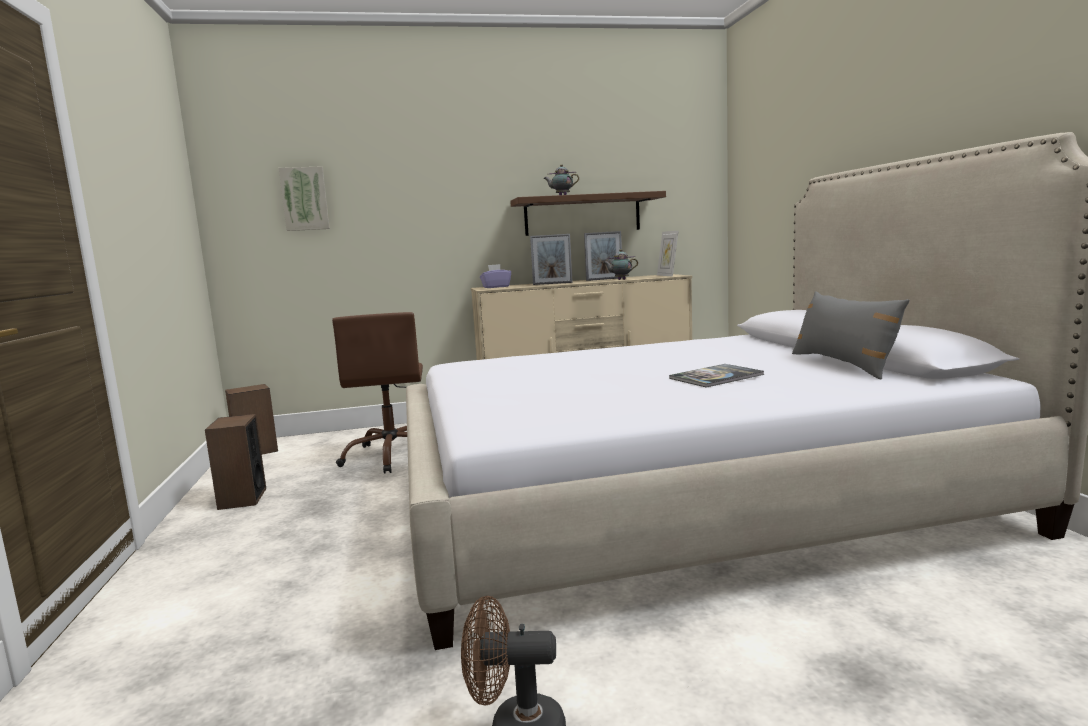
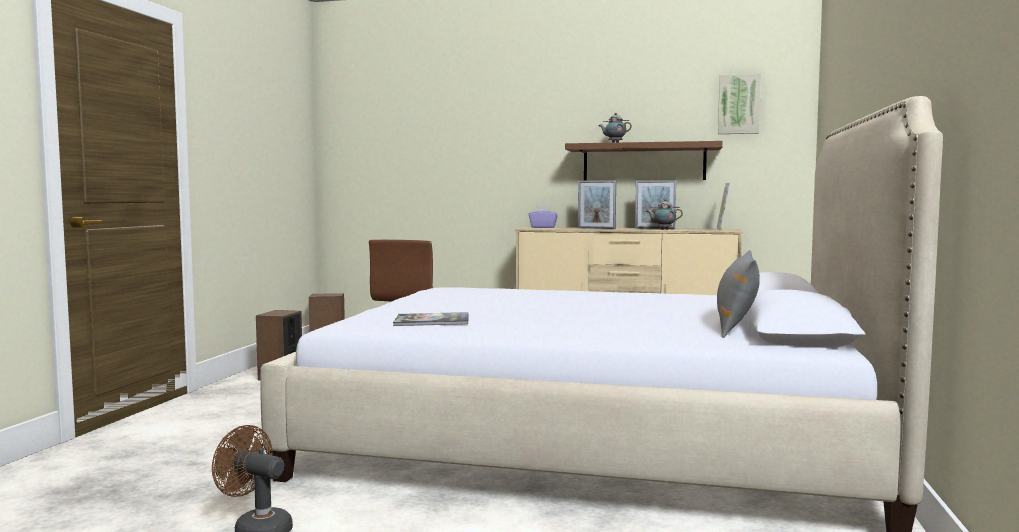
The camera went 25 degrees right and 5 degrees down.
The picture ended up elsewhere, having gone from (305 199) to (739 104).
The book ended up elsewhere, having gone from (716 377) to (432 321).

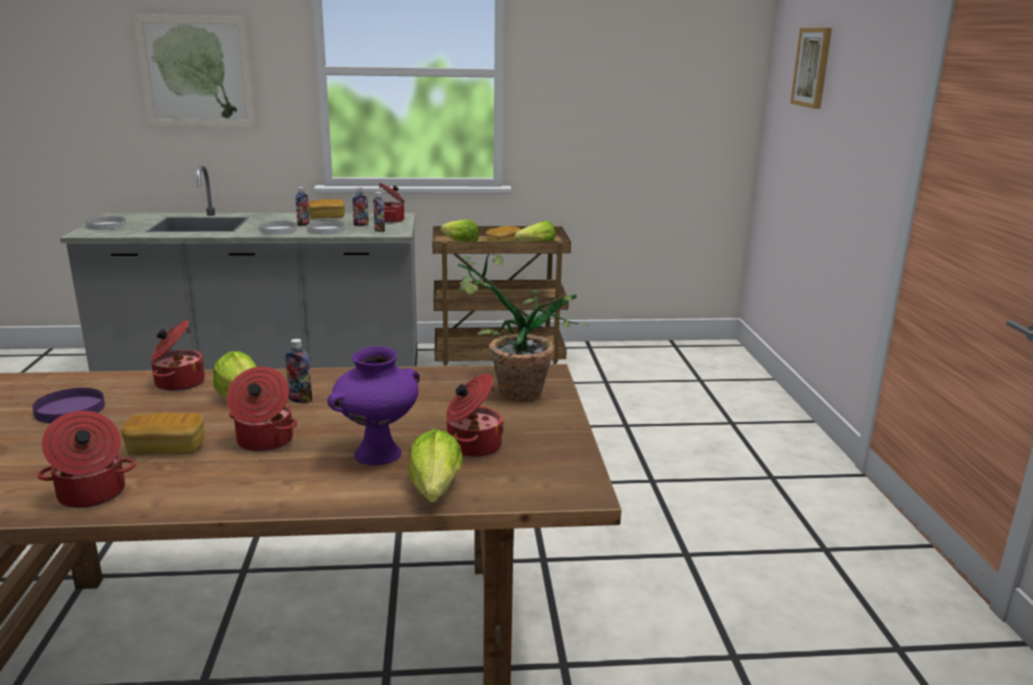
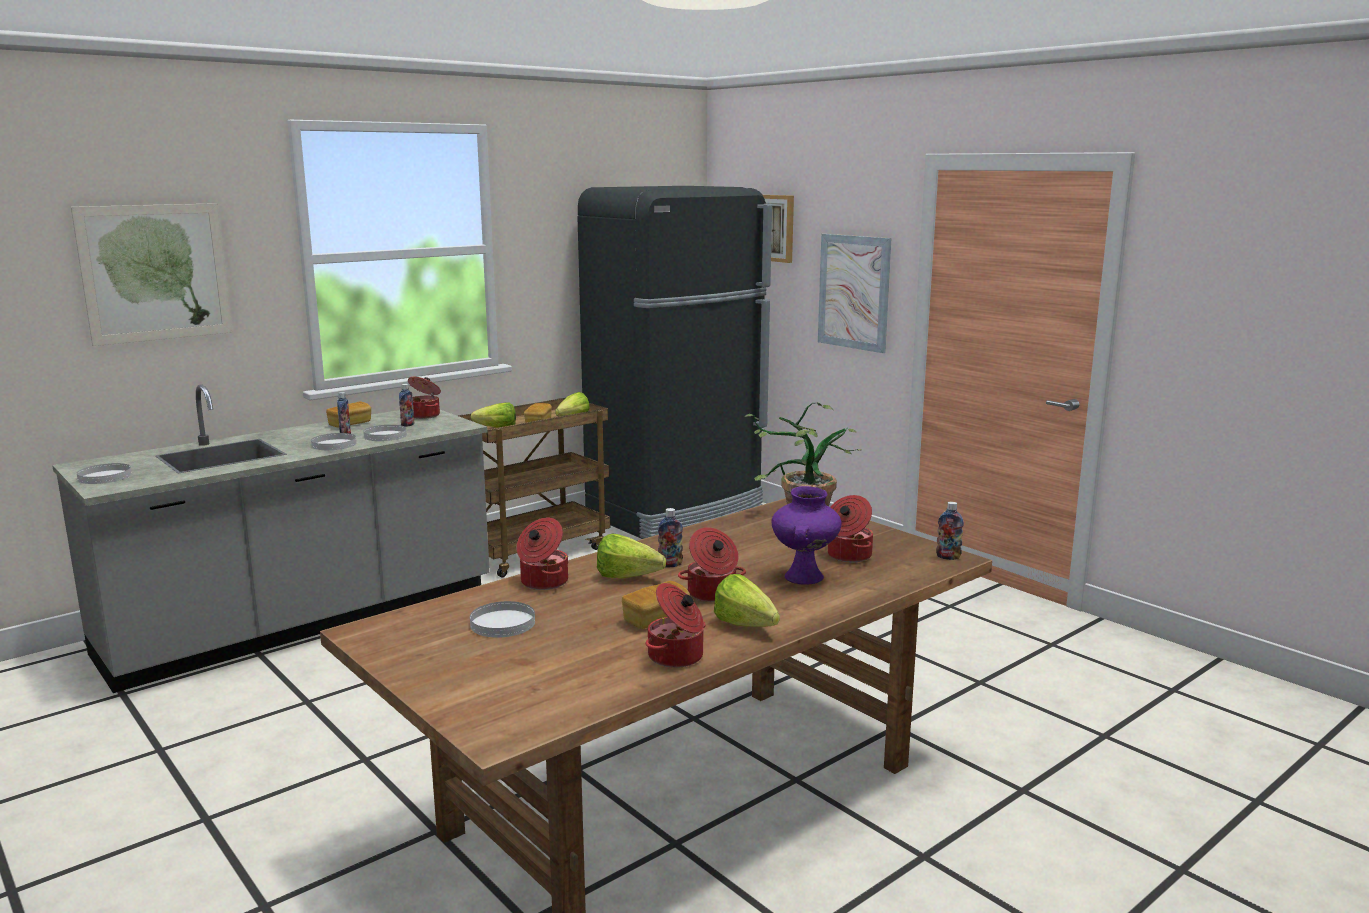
The camera went 35 degrees left and 5 degrees down.
The second view gained the black fridge at (676 514).
The second view gained the picture at (854 292).
The bottle ended up elsewhere, having gone from (379 230) to (948 557).
The lettuce ended up elsewhere, having gone from (433 495) to (748 628).
What was the purple plate at (69 409) turned into the white plate at (502 623).

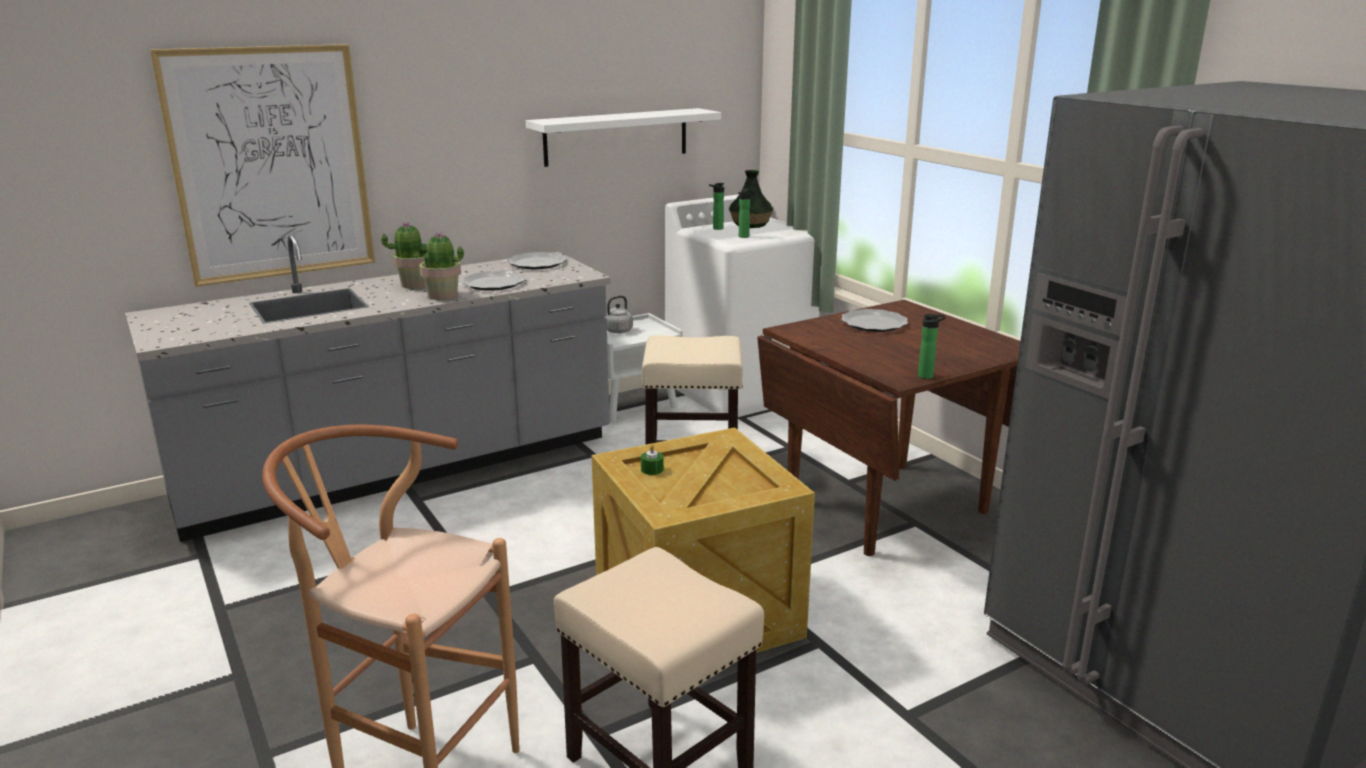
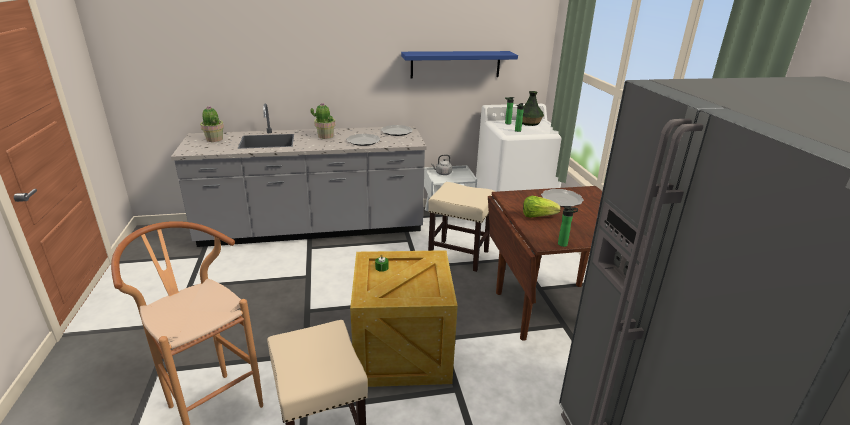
The camera went 20 degrees right and 5 degrees up.
The second view lost the picture at (271 164).
The second view gained the lettuce at (537 216).
The potted plant ended up elsewhere, having gone from (443 296) to (214 139).
What was the white shelf at (616 136) turned into the blue shelf at (455 64).

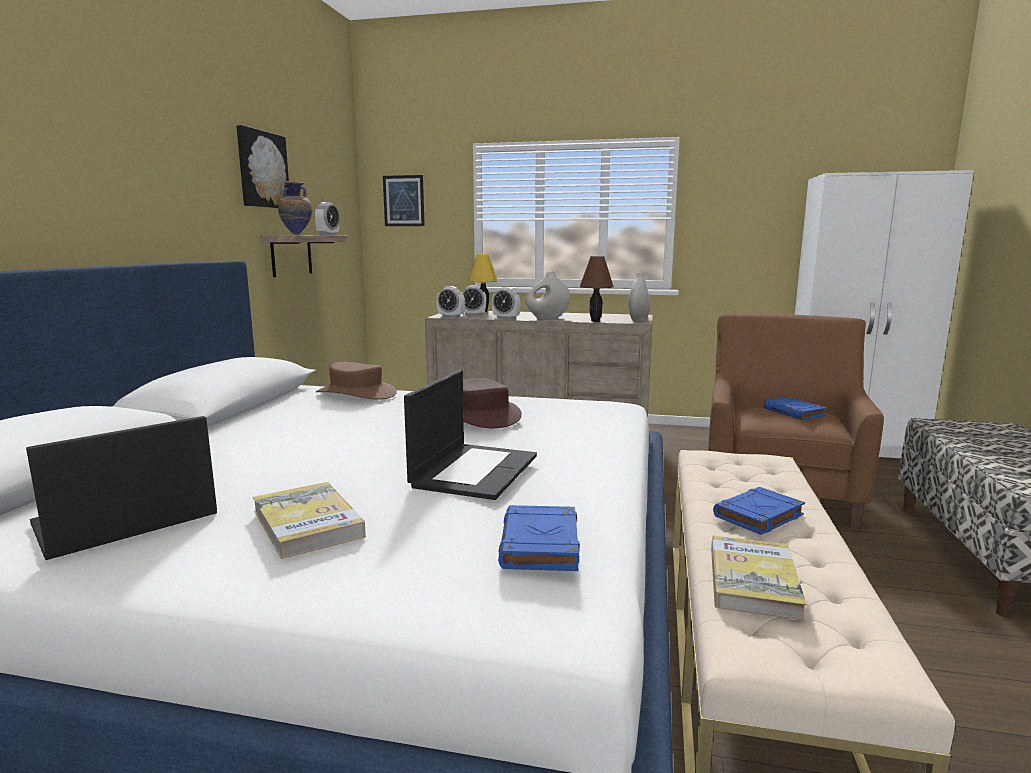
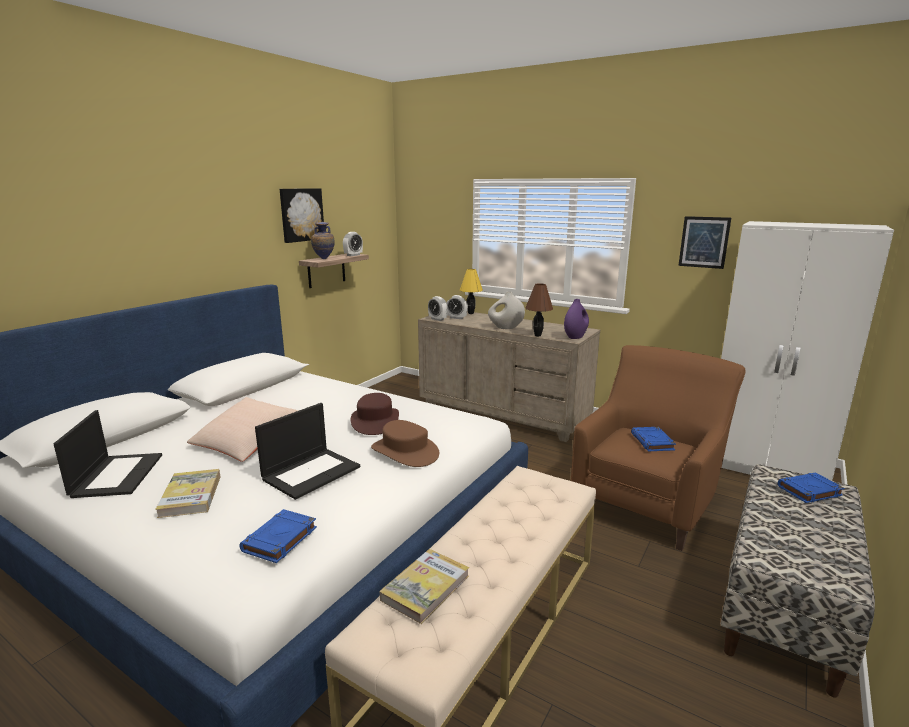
The camera went 20 degrees right and 5 degrees up.
The second view lost the alarm clock at (506 318).
The second view gained the beige pillow at (246 441).
The brown hat ended up elsewhere, having gone from (356 393) to (405 451).
The picture ended up elsewhere, having gone from (403 201) to (704 242).
The blue book ended up elsewhere, having gone from (758 516) to (809 491).
What was the white vase at (638 320) turned into the purple vase at (575 337).
The laptop at (124 521) ended up facing another way, 105 degrees clockwise from before.

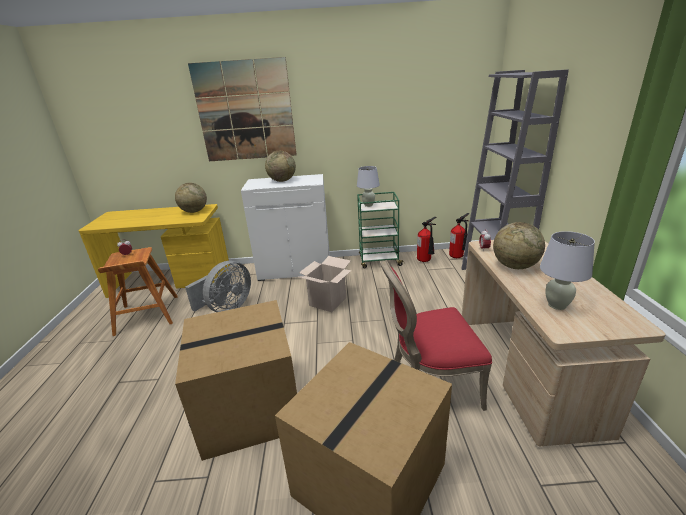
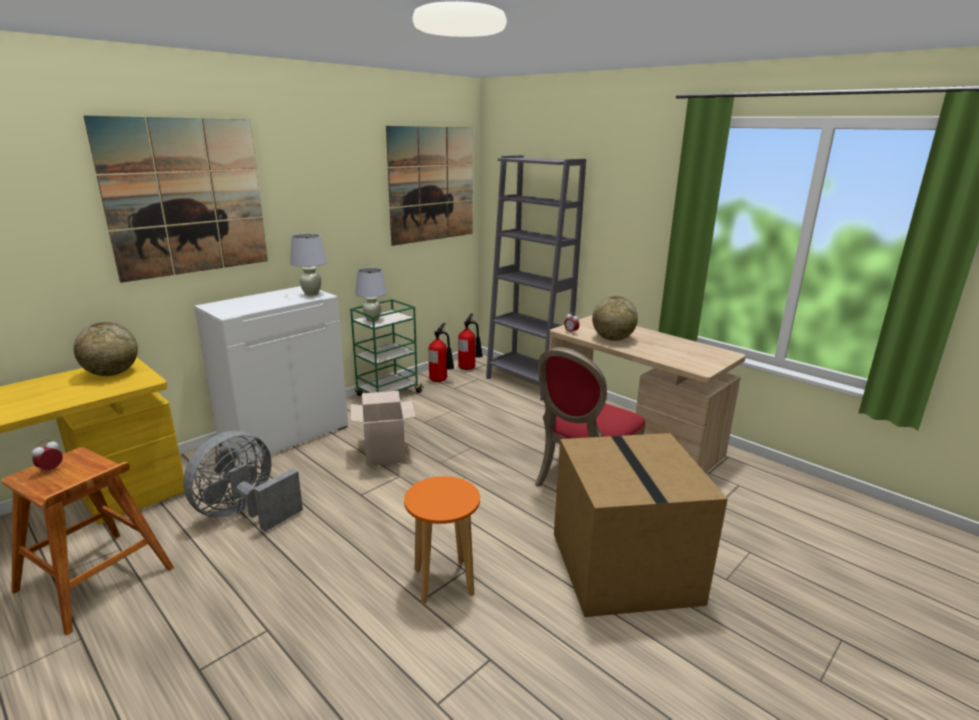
The camera went 45 degrees left and 5 degrees down.
The second view lost the globe at (282 181).
The second view gained the picture at (432 184).
The white table lamp ended up elsewhere, having gone from (557 305) to (312 294).
Where the cardboard box stood at (251 406), the orange stool came to stand at (443 582).
The grey fan at (226 308) ended up facing another way, 135 degrees counterclockwise from before.

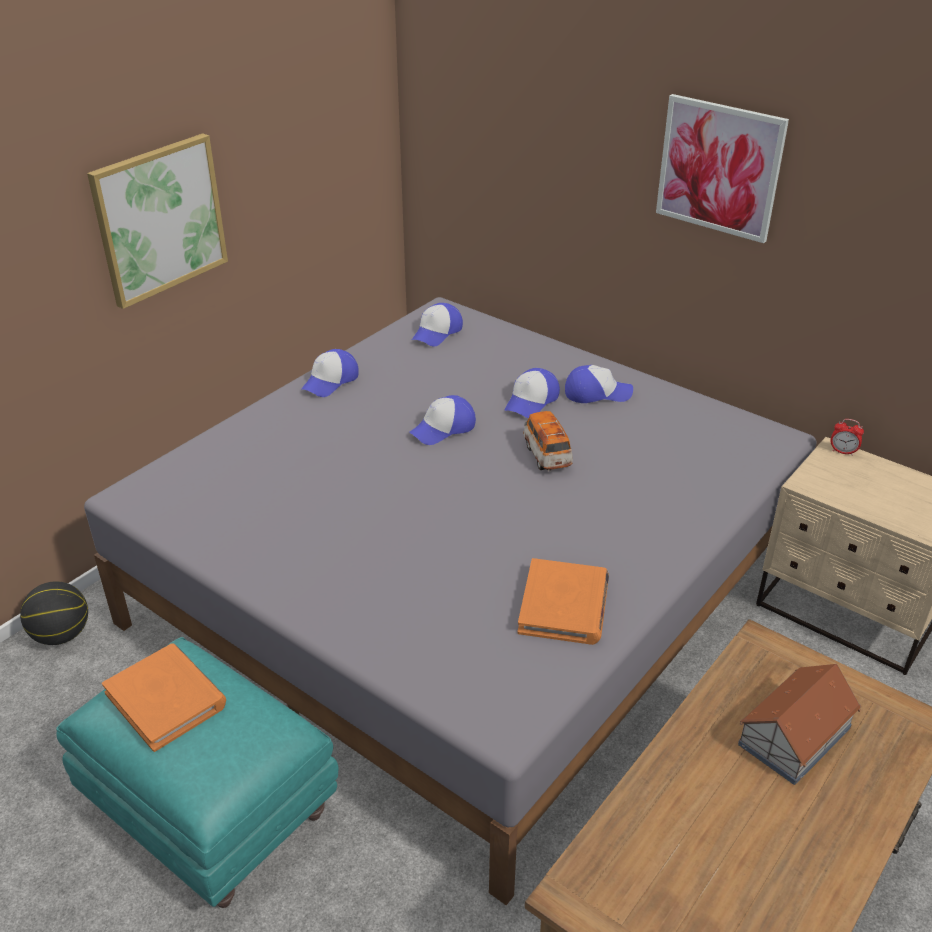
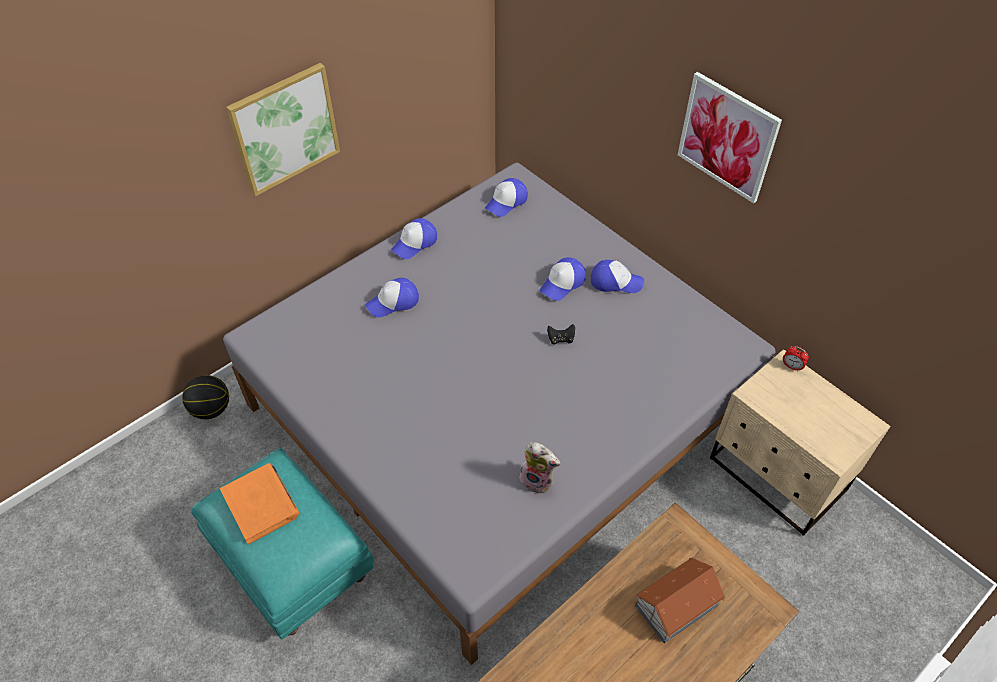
The camera went 10 degrees right and 15 degrees up.
The cap ended up elsewhere, having gone from (443 428) to (393 302).
Where the orange book stood at (564 605), the plush toy came to stand at (538 480).
Where the toy car stood at (547 455), the black game controller came to stand at (561 339).

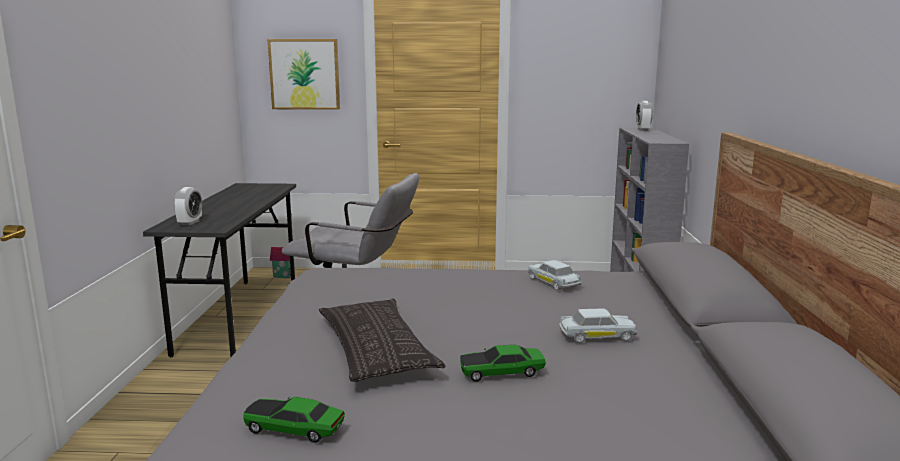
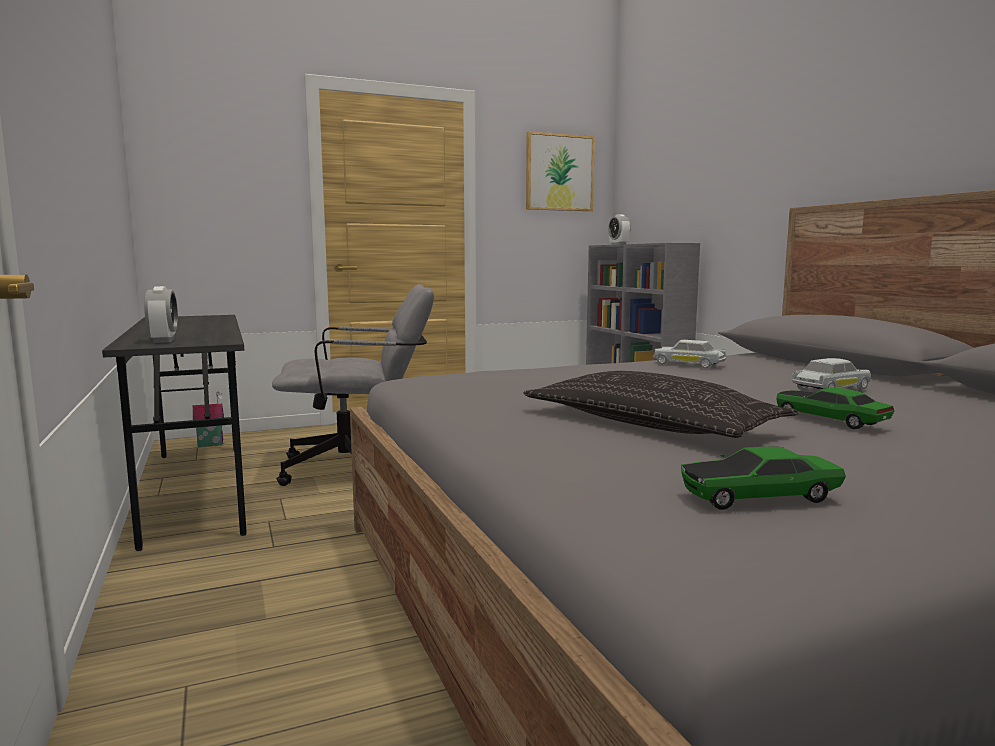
The camera went 25 degrees left and 5 degrees down.
The picture ended up elsewhere, having gone from (304 74) to (559 172).
The toy car at (501 372) ended up facing another way, 90 degrees clockwise from before.

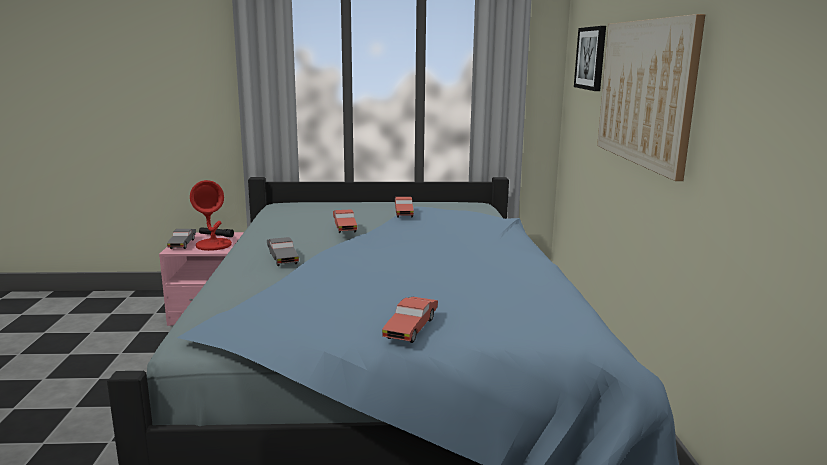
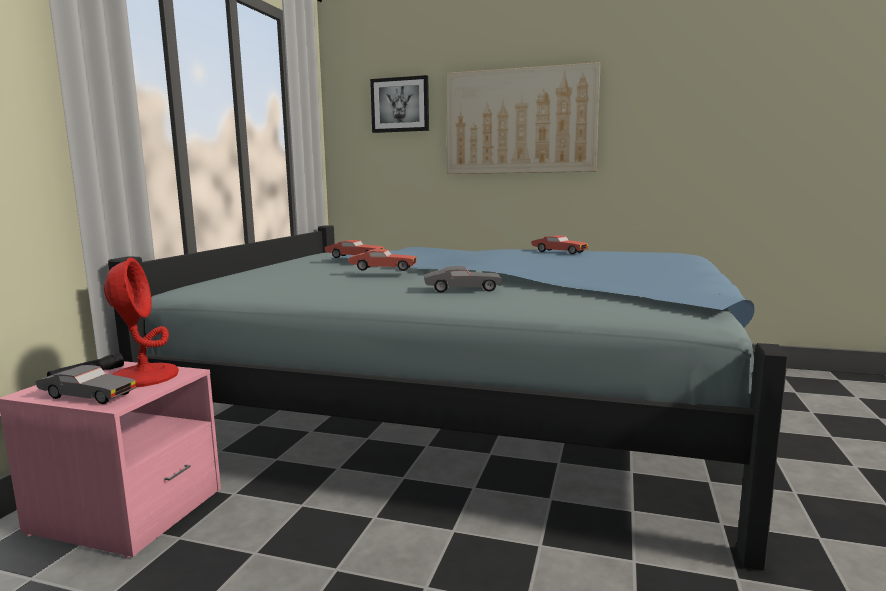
The camera went 70 degrees left and 5 degrees down.
The red toy car ended up elsewhere, having gone from (411 328) to (559 252).

